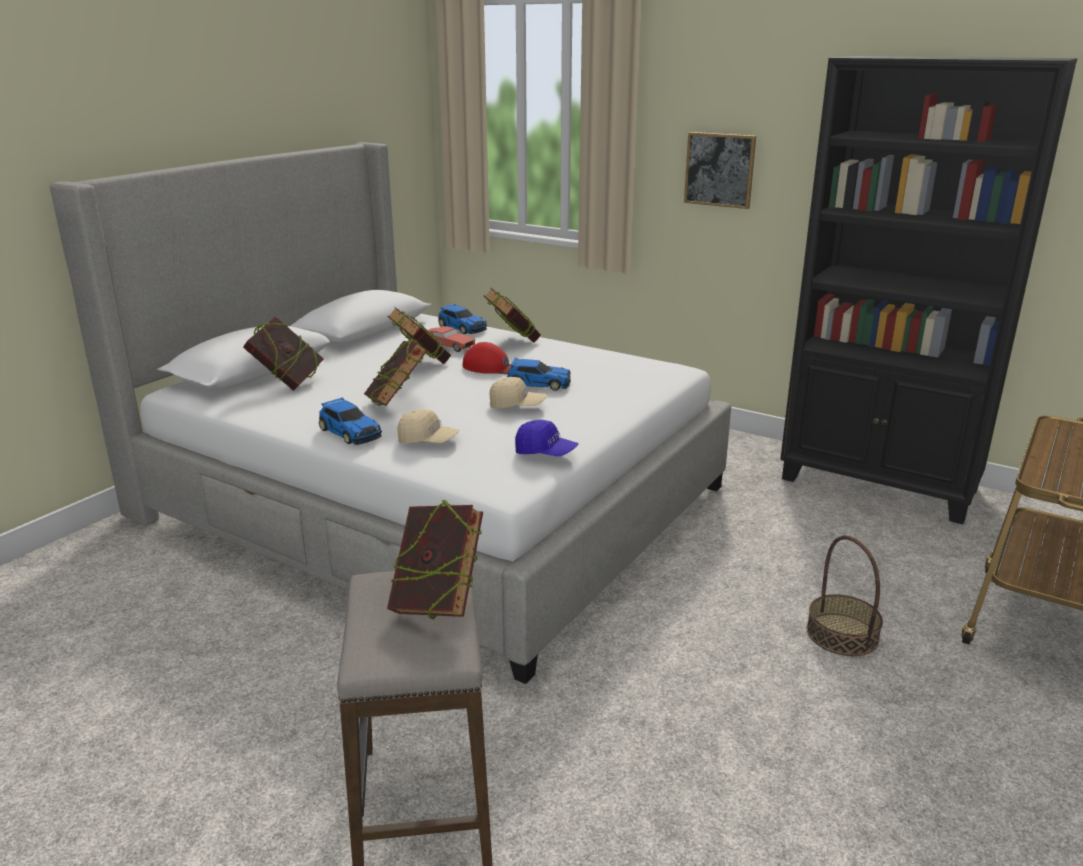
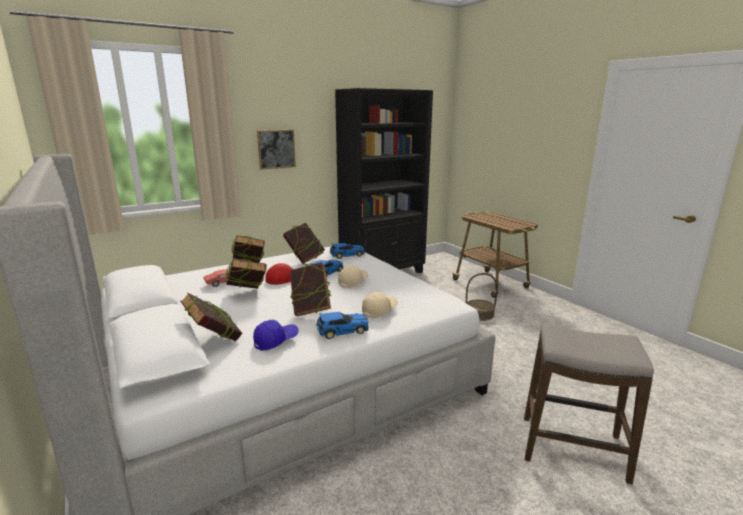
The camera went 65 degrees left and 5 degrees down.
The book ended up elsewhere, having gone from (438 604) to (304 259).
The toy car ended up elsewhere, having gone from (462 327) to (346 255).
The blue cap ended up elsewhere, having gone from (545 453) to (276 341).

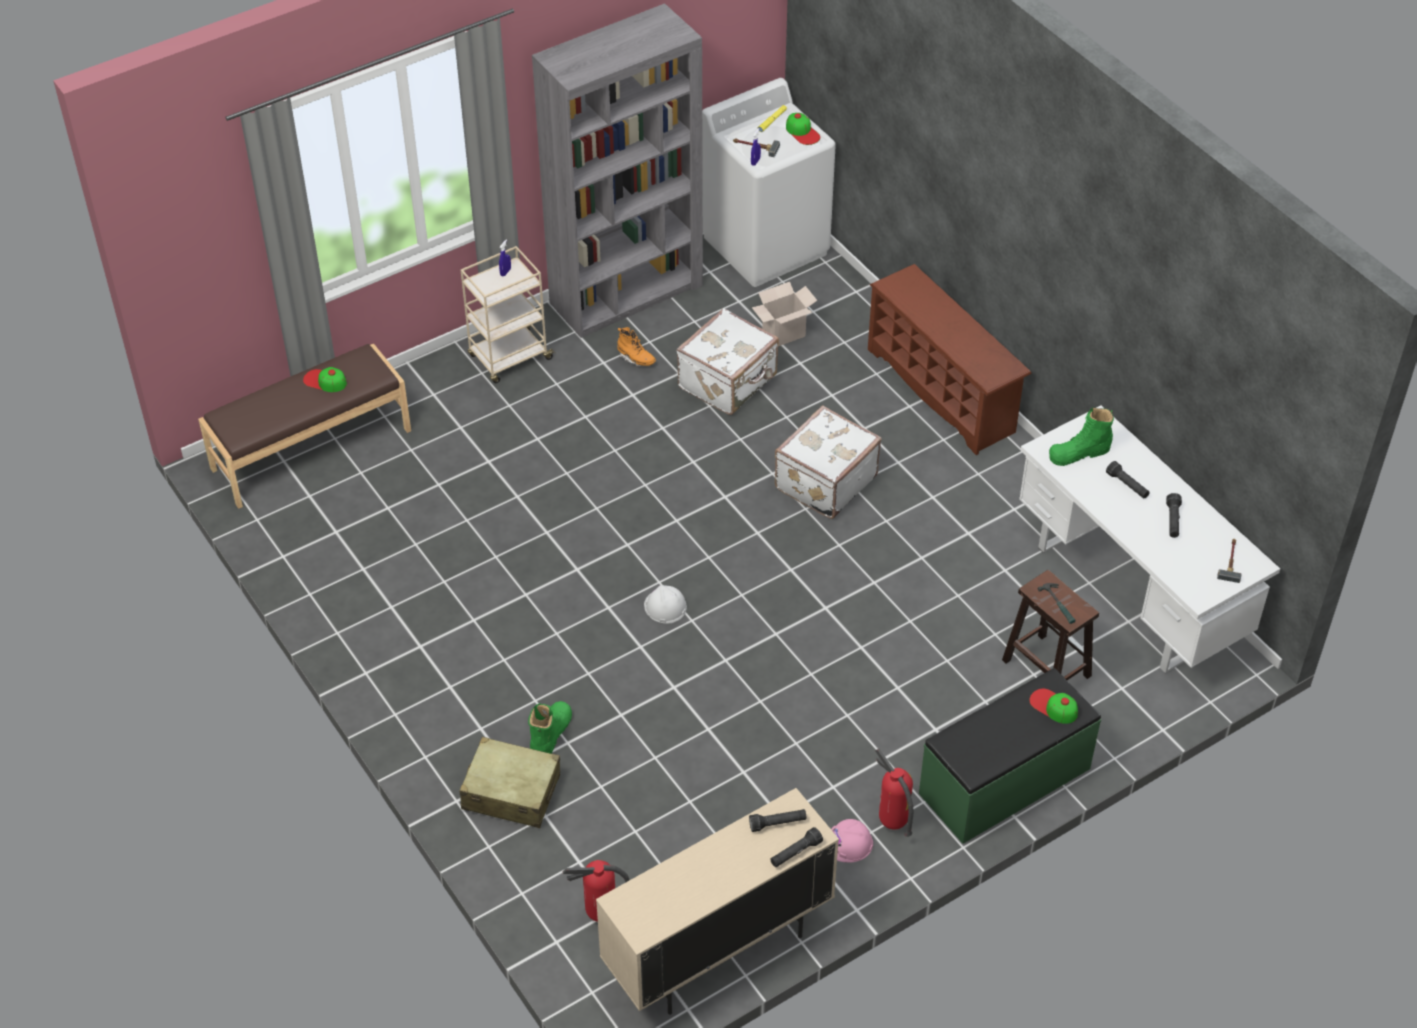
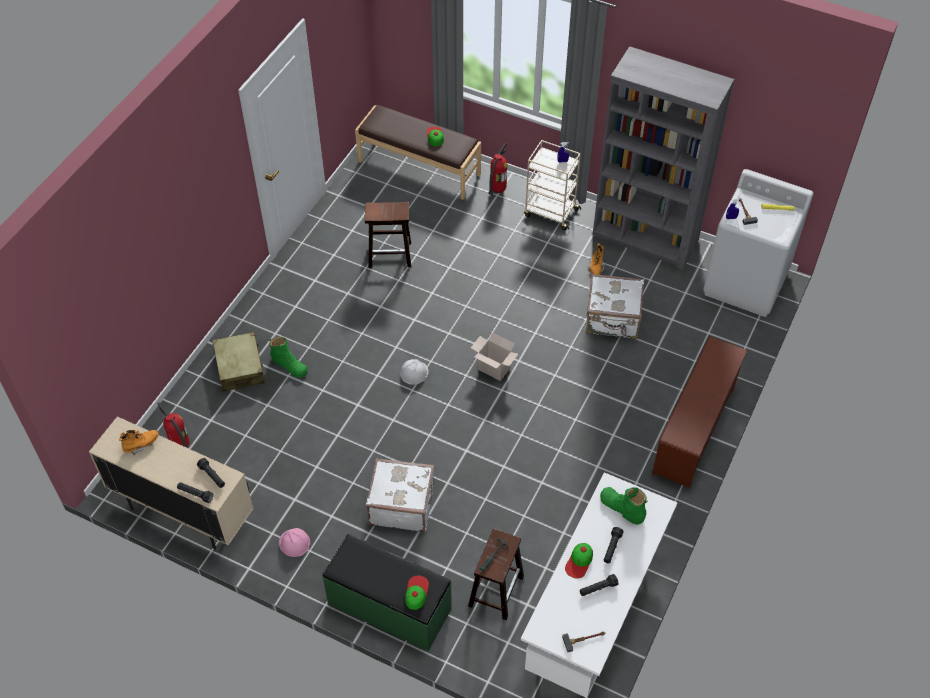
The camera went 60 degrees right and 5 degrees up.
The second view gained the orange boot at (141 444).
The second view gained the brown stool at (390 254).
The cardboard box ended up elsewhere, having gone from (783 335) to (492 369).
The white suitcase ended up elsewhere, having gone from (824 482) to (401 505).
The cap ended up elsewhere, having gone from (802 132) to (579 561).
The fire extinguisher ended up elsewhere, having gone from (892 823) to (497 190).
The green boot at (550 734) ended up facing another way, 45 degrees clockwise from before.

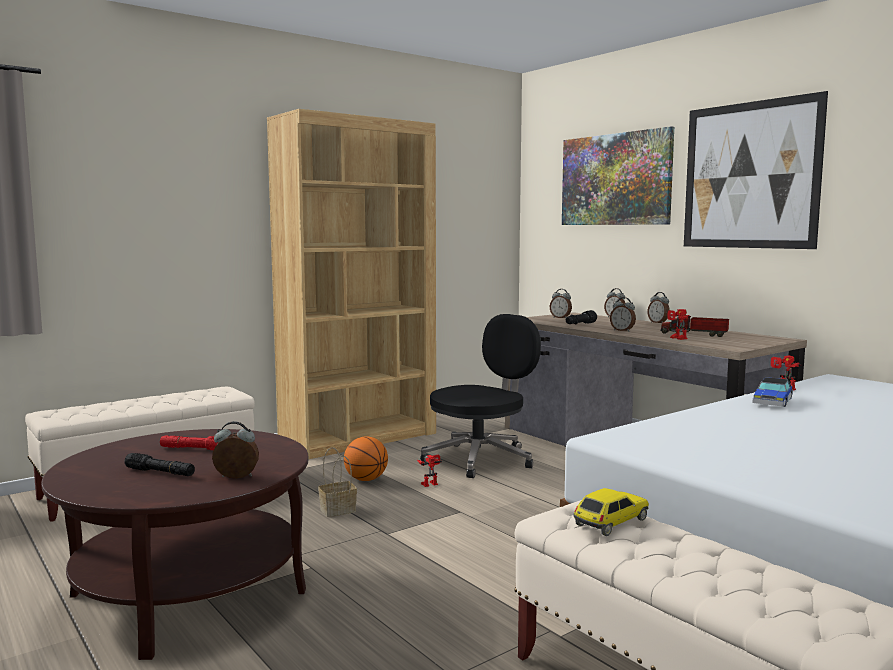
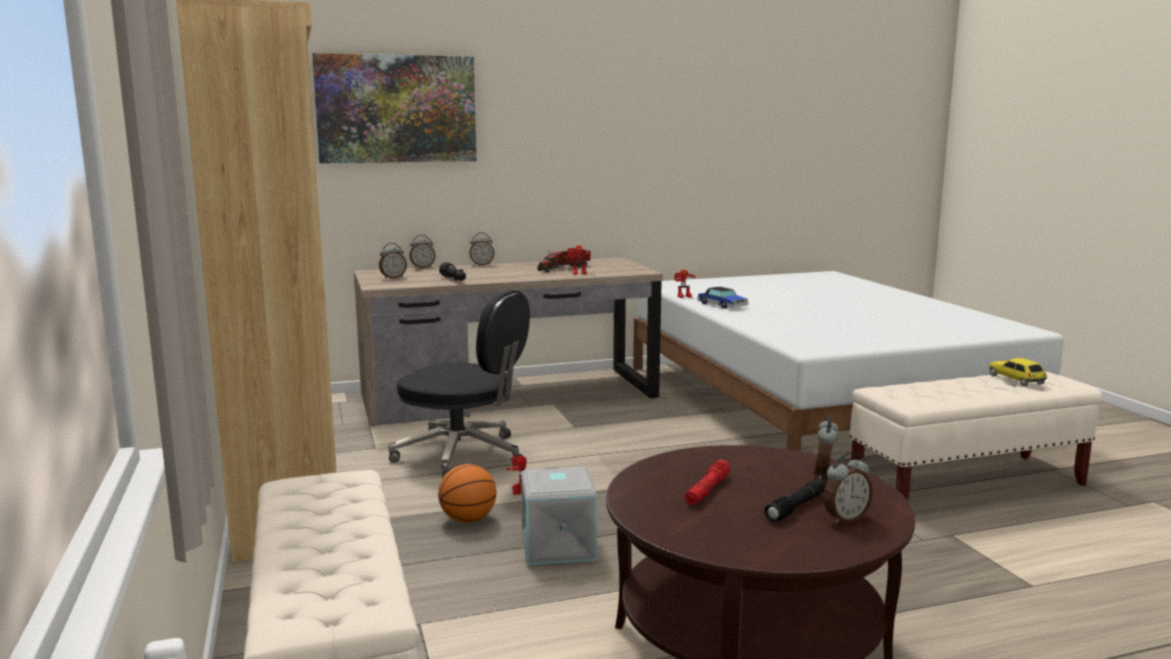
The camera went 70 degrees left and 5 degrees up.
The second view lost the picture at (750 175).
The toy car ended up elsewhere, having gone from (610 522) to (1016 380).
The alarm clock ended up elsewhere, having gone from (622 330) to (845 518).
Where the basket stood at (337 511), the grey storage box came to stand at (560 546).
The black office chair at (481 459) ended up facing another way, 135 degrees clockwise from before.

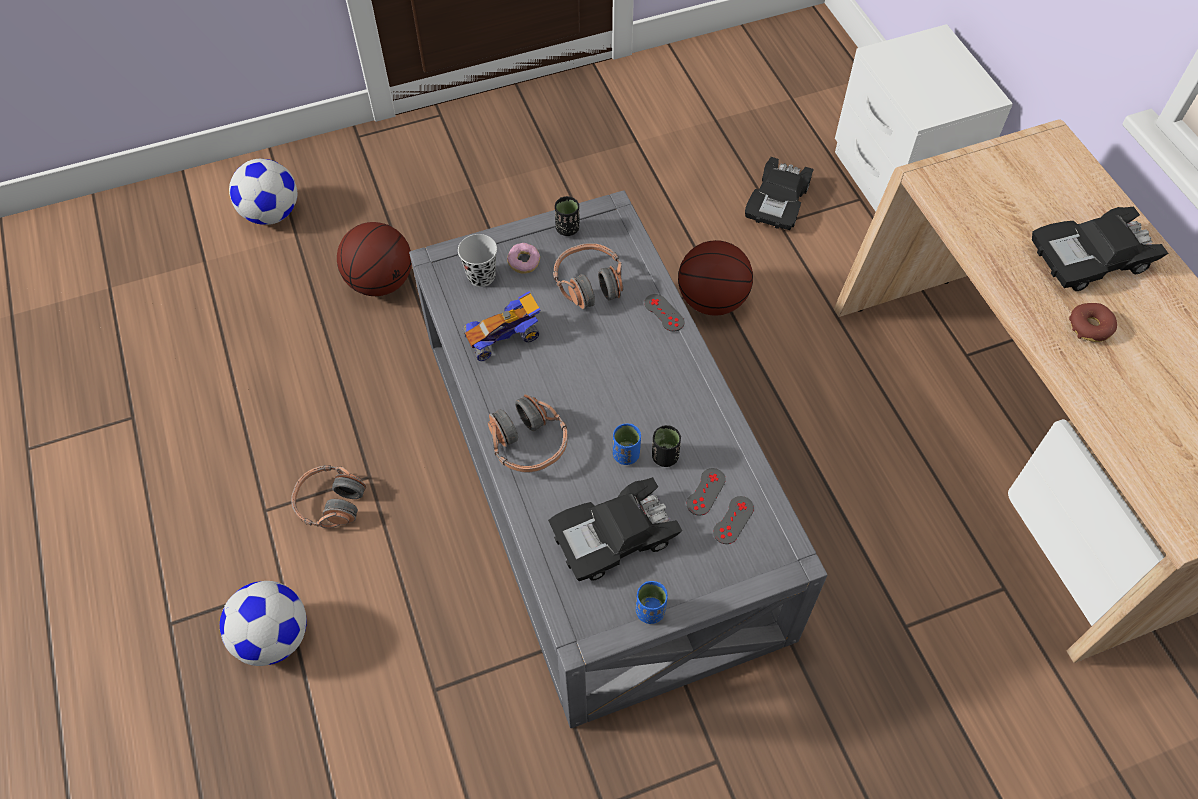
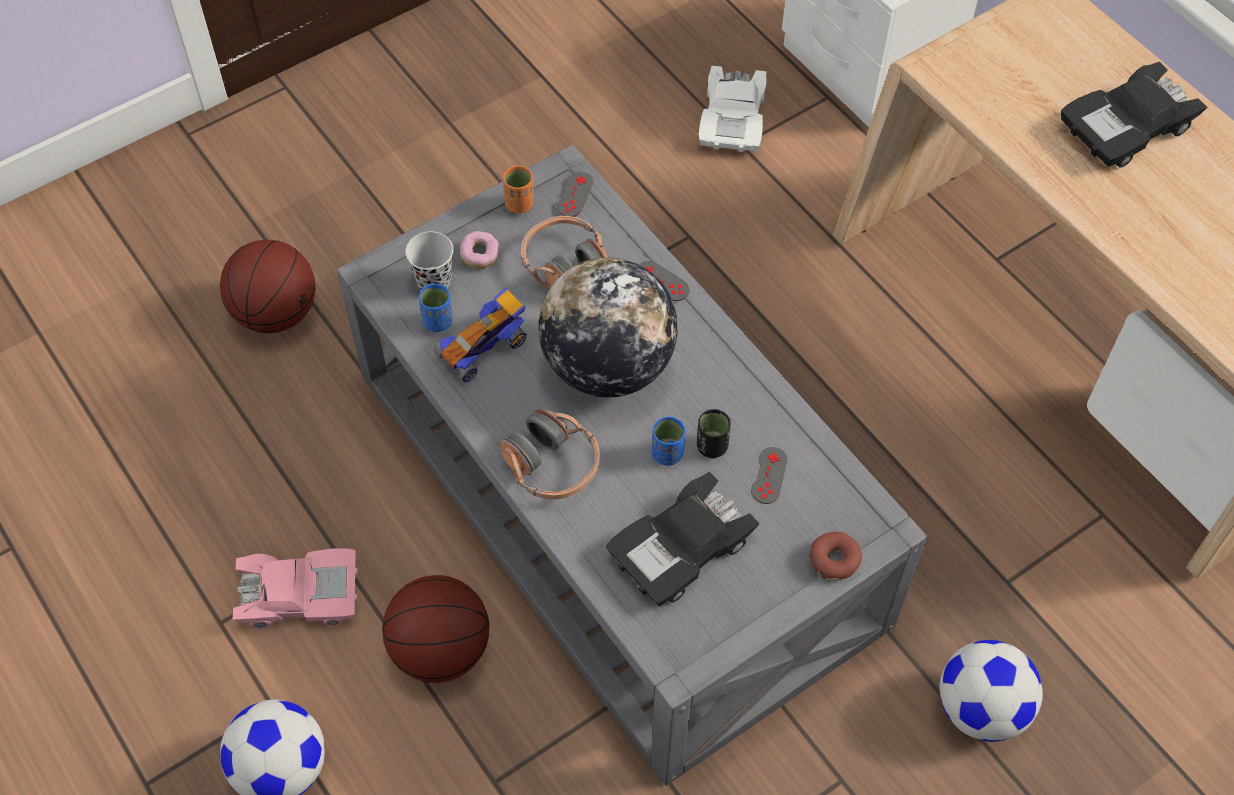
The camera went 15 degrees left and 0 degrees up.
The second view gained the globe at (607 366).
The football ended up elsewhere, having gone from (271 214) to (981 709).
The blue cup ended up elsewhere, having gone from (650 611) to (438 321).
The basketball ended up elsewhere, having gone from (712 300) to (440 650).
The grey game controller ended up elsewhere, having gone from (733 520) to (575 194).
The donut ended up elsewhere, having gone from (1090 327) to (834 560).
Where the headphones stood at (330 503), the pink toy car came to stand at (299 595).
What was the black cup at (567 228) turned into the orange cup at (519 204).
What was the black toy car at (778 202) turned into the white toy car at (733 119).

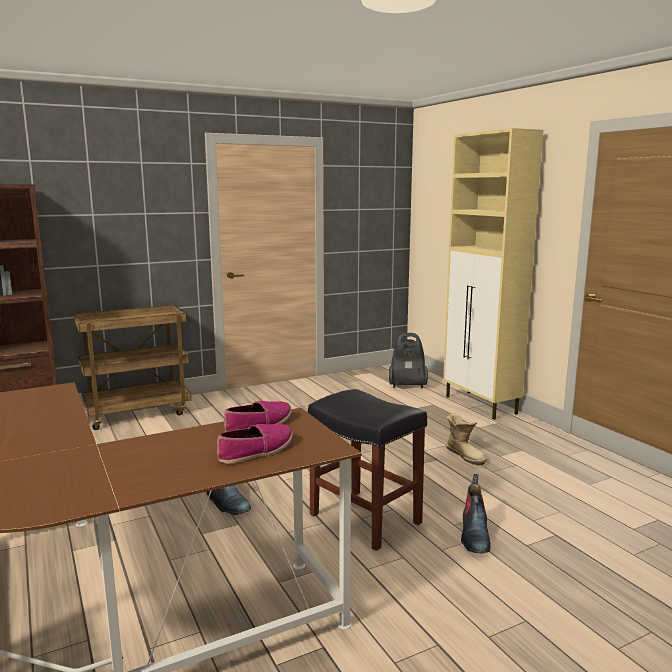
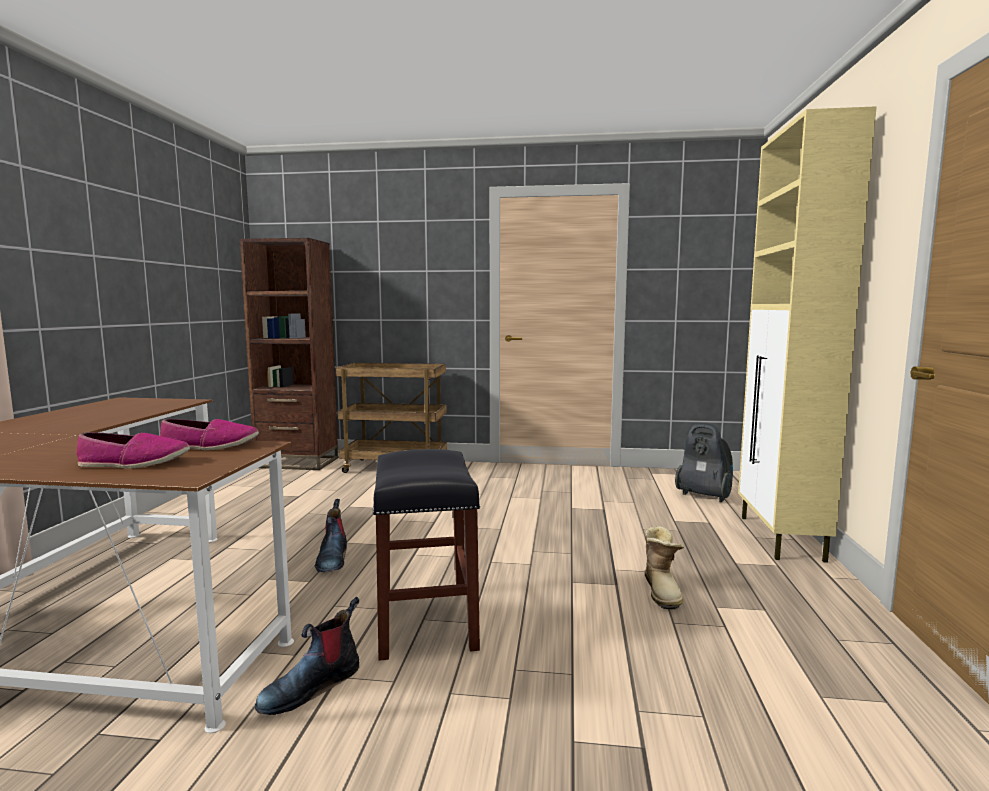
The camera went 35 degrees right and 5 degrees down.
The boot ended up elsewhere, having gone from (474 535) to (311 687).

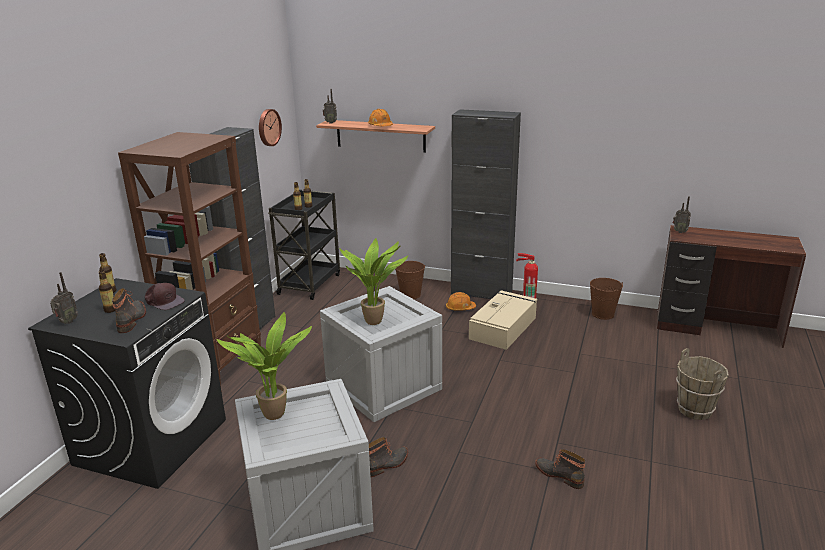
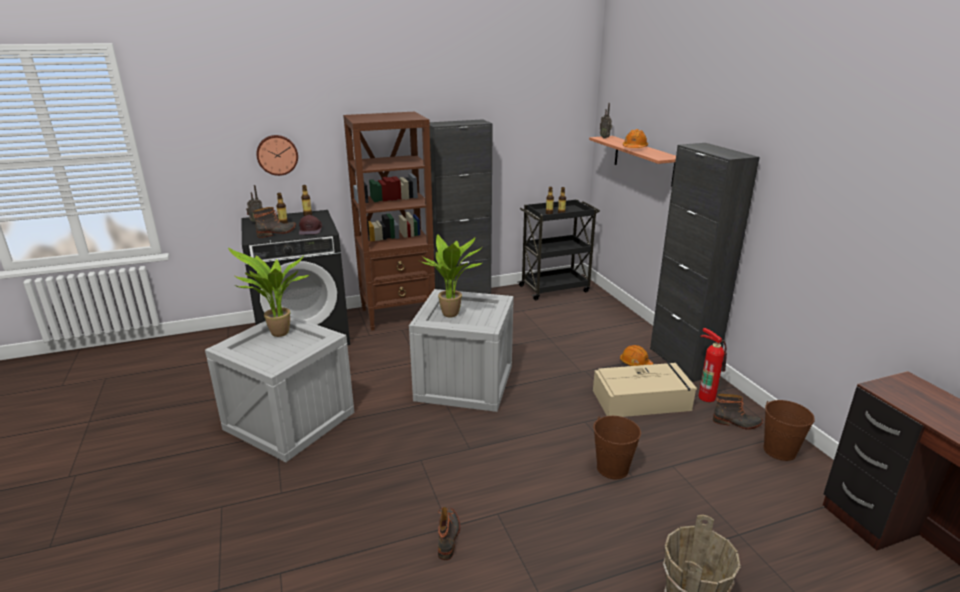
The camera went 50 degrees right and 0 degrees up.
The second view lost the radio at (679 231).
The wall clock ended up elsewhere, having gone from (268 127) to (277 155).
The boot ended up elsewhere, having gone from (387 465) to (737 423).
The brown bucket ended up elsewhere, having gone from (410 295) to (612 468).

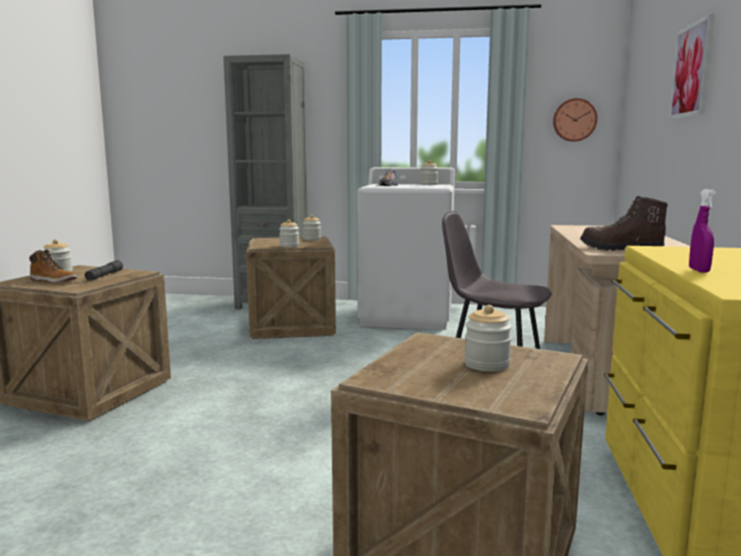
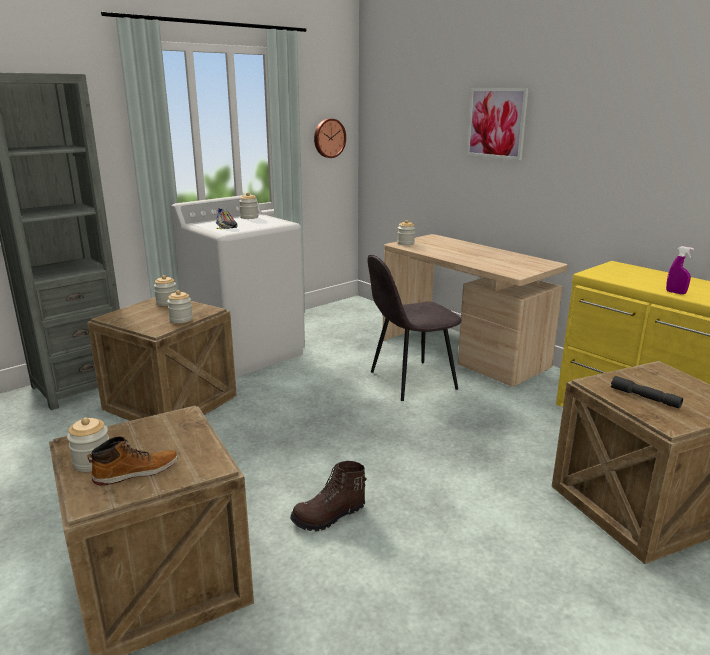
The camera went 50 degrees left and 10 degrees up.
The grey flashlight ended up elsewhere, having gone from (104 276) to (644 397).
The jar ended up elsewhere, having gone from (486 364) to (405 243).
The brown boot ended up elsewhere, having gone from (620 249) to (329 516).

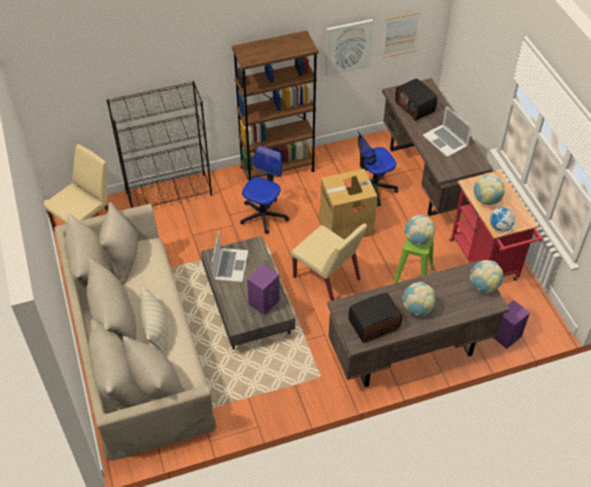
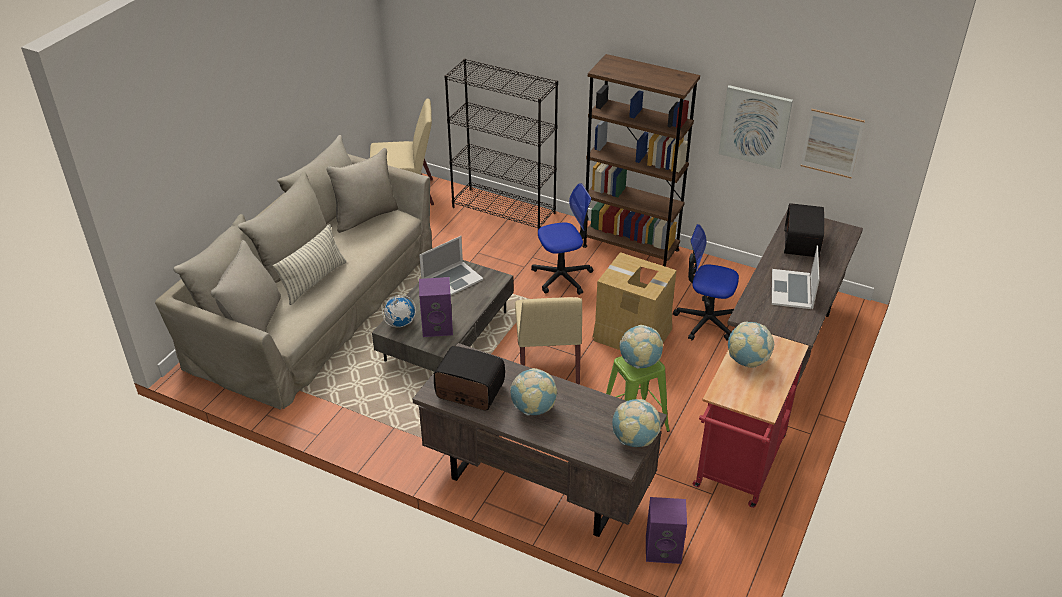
The camera went 45 degrees right and 10 degrees down.
The globe ended up elsewhere, having gone from (500 228) to (400 323).

